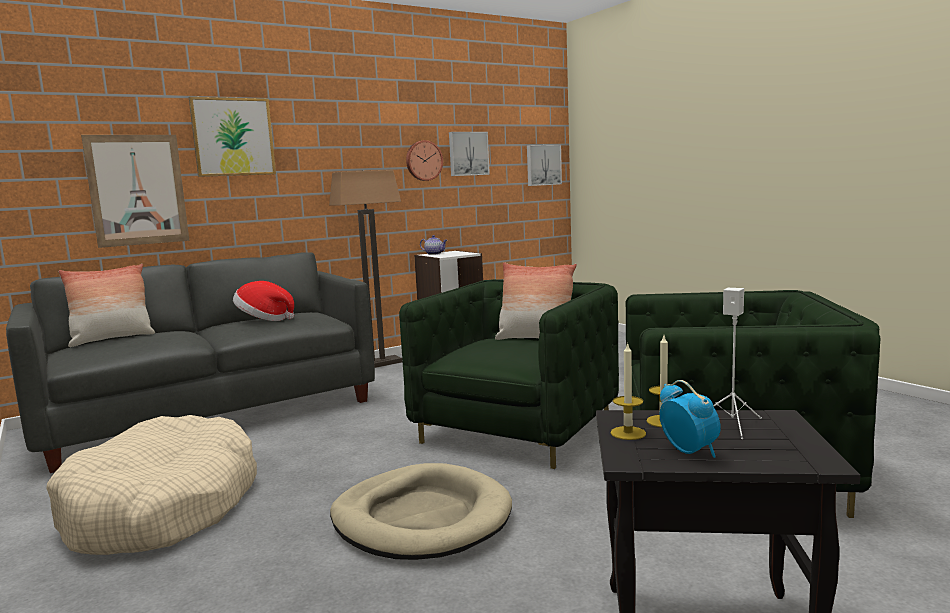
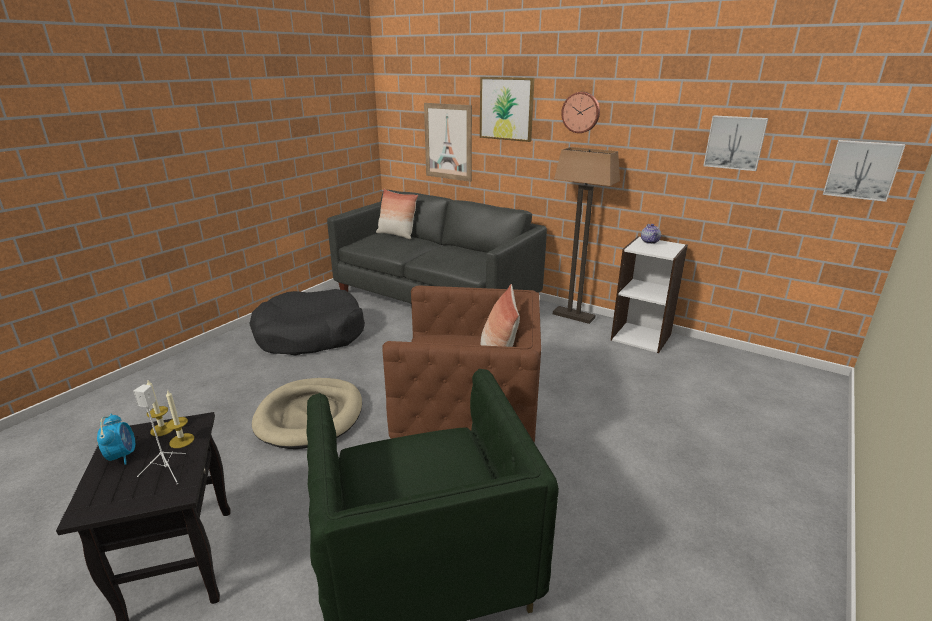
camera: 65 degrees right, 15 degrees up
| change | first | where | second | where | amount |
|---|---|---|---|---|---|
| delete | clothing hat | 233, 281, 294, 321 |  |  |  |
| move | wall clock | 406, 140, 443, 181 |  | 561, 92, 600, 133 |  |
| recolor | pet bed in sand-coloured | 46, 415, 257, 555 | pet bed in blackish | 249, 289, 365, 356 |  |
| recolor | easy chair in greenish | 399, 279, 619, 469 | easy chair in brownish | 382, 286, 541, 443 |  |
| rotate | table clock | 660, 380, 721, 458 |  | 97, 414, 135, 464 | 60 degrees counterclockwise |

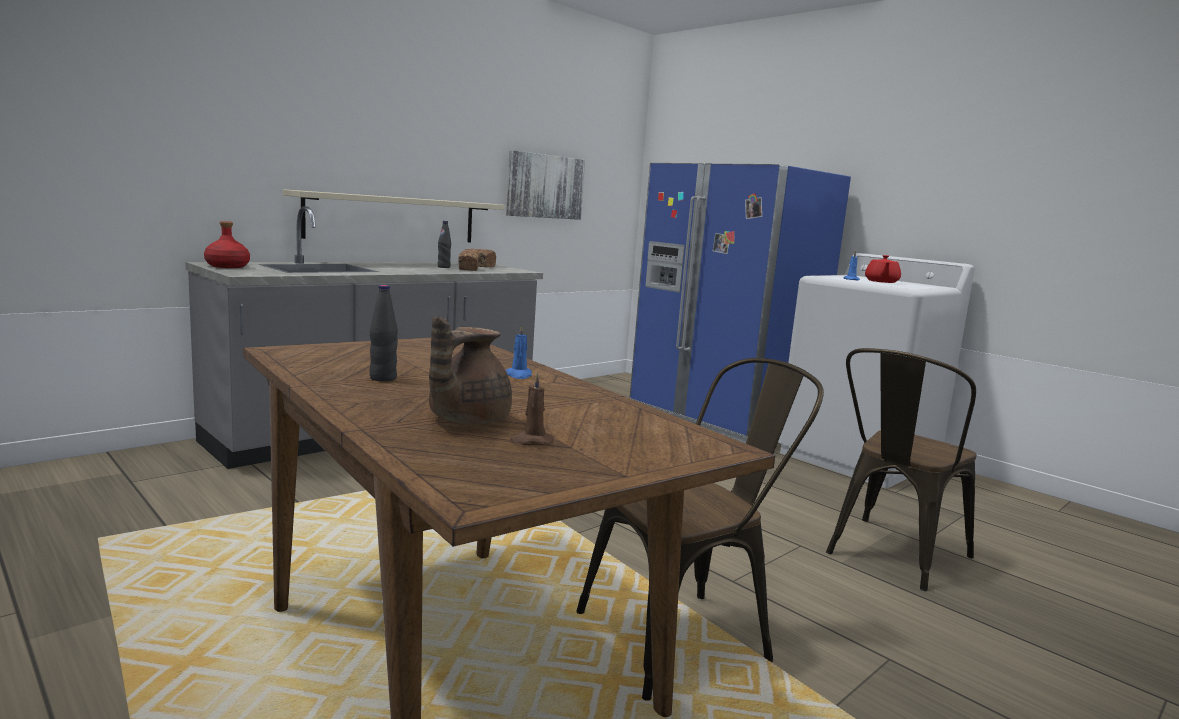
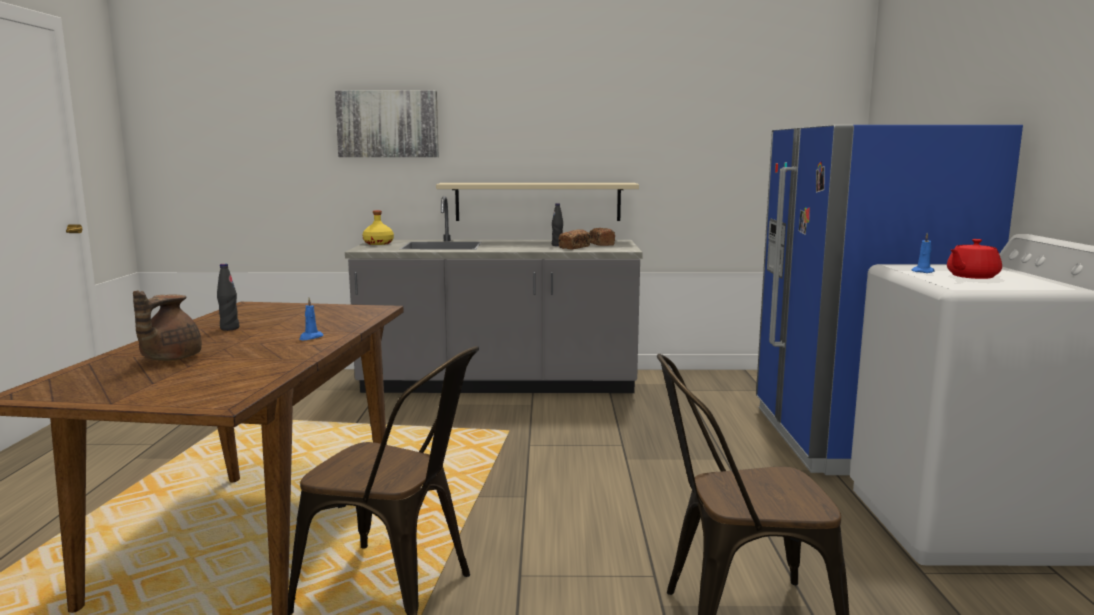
camera: 45 degrees right, 0 degrees up
| change | first | where | second | where | amount |
|---|---|---|---|---|---|
| delete | wax candle in brownish | 509, 372, 554, 445 |  |  |  |
| move | picture | 506, 150, 585, 220 |  | 335, 91, 439, 157 |  |
| recolor | bottle in reddish | 204, 221, 250, 268 | bottle in yellow-coloured | 362, 210, 394, 245 |  |
| rotate | tea pot in brownish | 429, 317, 512, 425 |  | 133, 290, 202, 361 | 60 degrees counterclockwise |

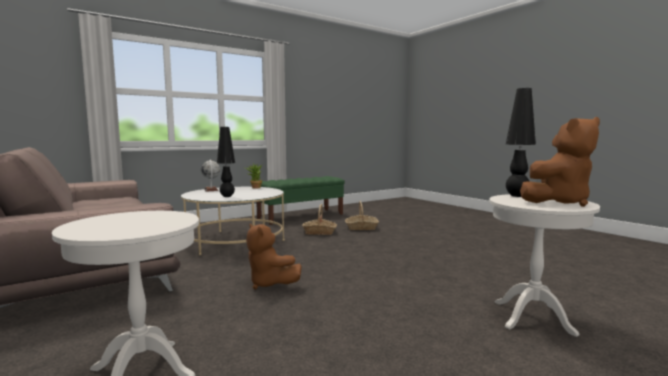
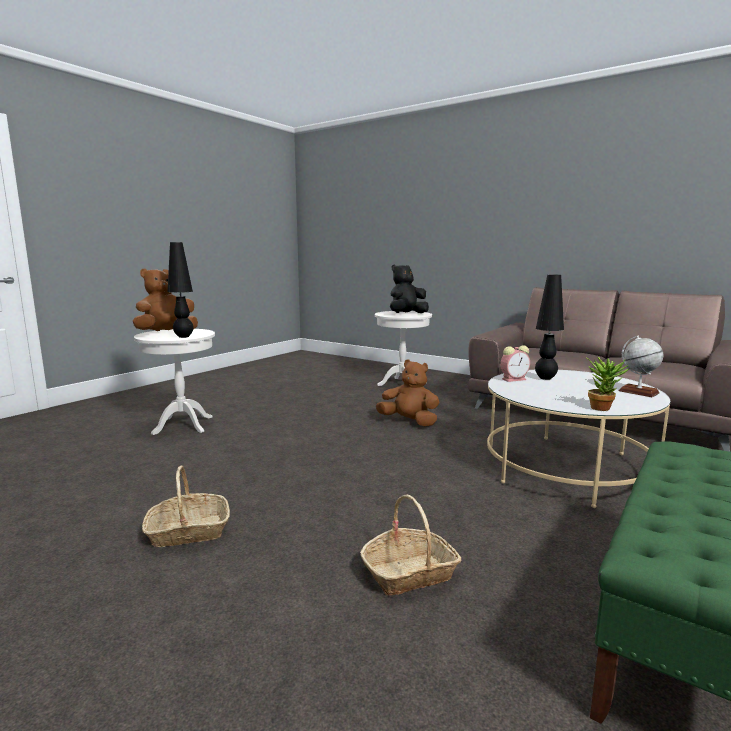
camera: 160 degrees right, 5 degrees up
| change | first | where | second | where | amount |
|---|---|---|---|---|---|
| insert |  |  | soft toy in blackish | 390, 264, 429, 313 |  |
| insert |  |  | table clock | 500, 345, 530, 382 |  |
| move | basket | 302, 204, 337, 235 |  | 142, 466, 230, 547 |  |

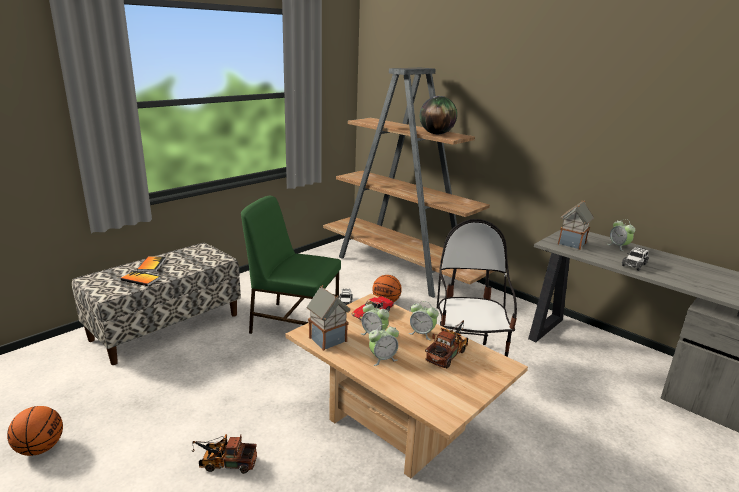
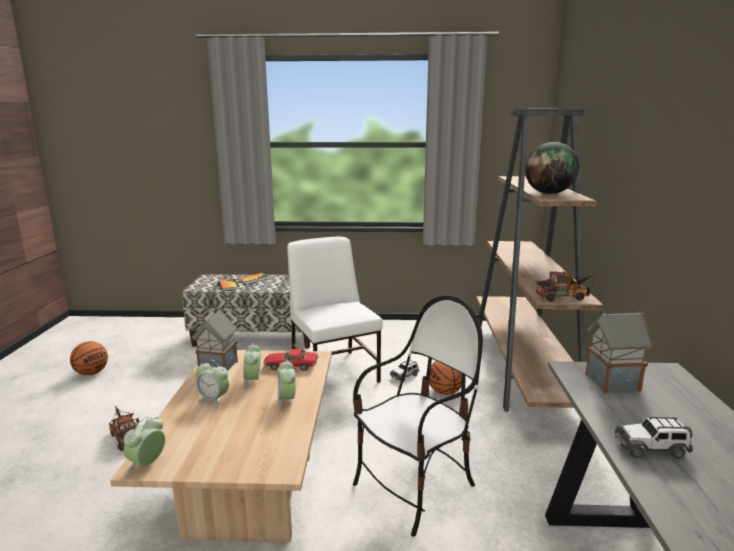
camera: 50 degrees right, 5 degrees down
| change | first | where | second | where | amount |
|---|---|---|---|---|---|
| move | model truck | 425, 320, 468, 369 |  | 535, 271, 594, 302 |  |
| move | table clock | 608, 219, 635, 251 |  | 123, 417, 165, 472 |  |
| recolor | plain chair in greenish | 241, 196, 341, 334 | plain chair in whitish | 287, 237, 383, 383 |  |

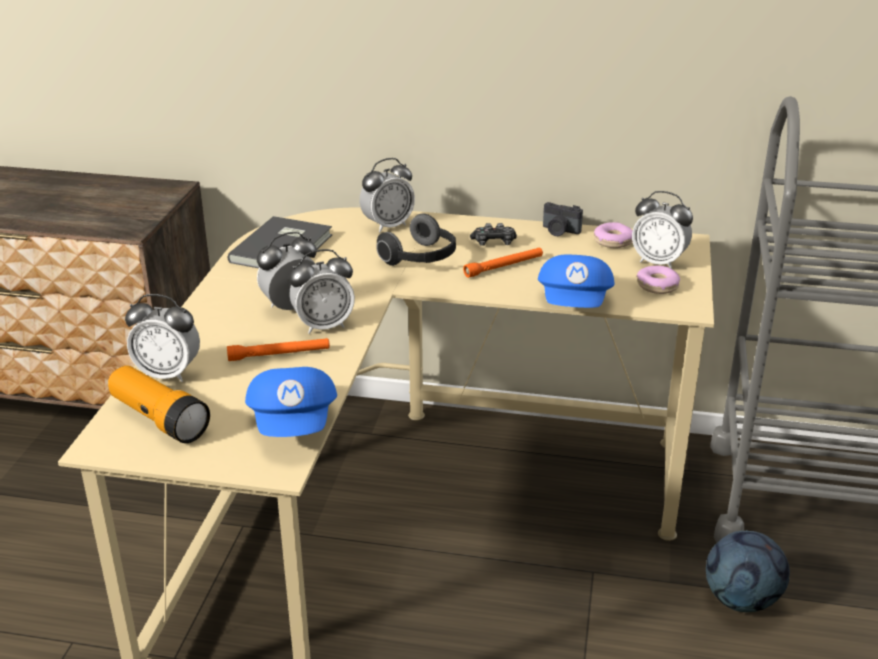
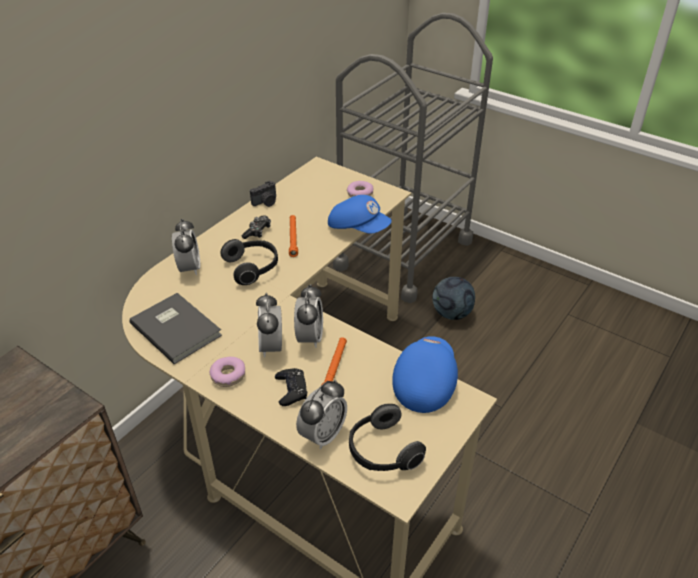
camera: 65 degrees left, 10 degrees up
| change | first | where | second | where | amount |
|---|---|---|---|---|---|
| delete | table clock | 632, 191, 693, 269 |  |  |  |
| insert |  |  | game controller in blackish | 275, 368, 307, 406 |  |
| move | ring doughnut | 594, 222, 633, 248 |  | 210, 357, 245, 387 |  |
| replace | hand torch | 108, 365, 210, 443 | headphones | 349, 404, 426, 471 |  |
| rotate | peaked cap in blue-coloured | 245, 367, 337, 437 |  | 392, 336, 458, 413 | 90 degrees counterclockwise |

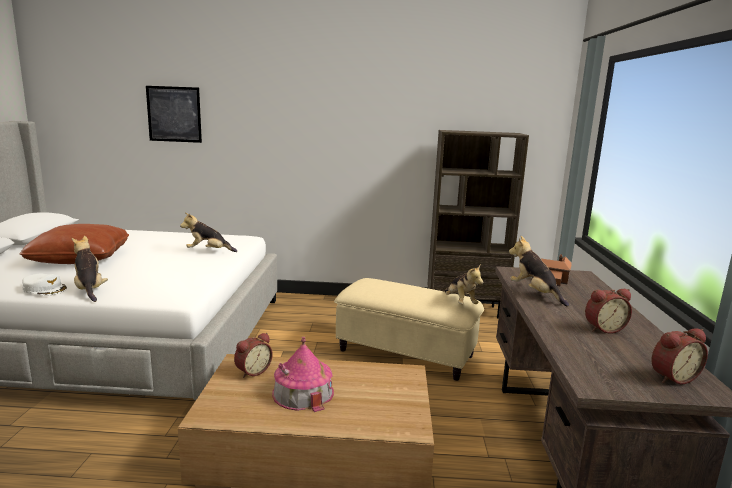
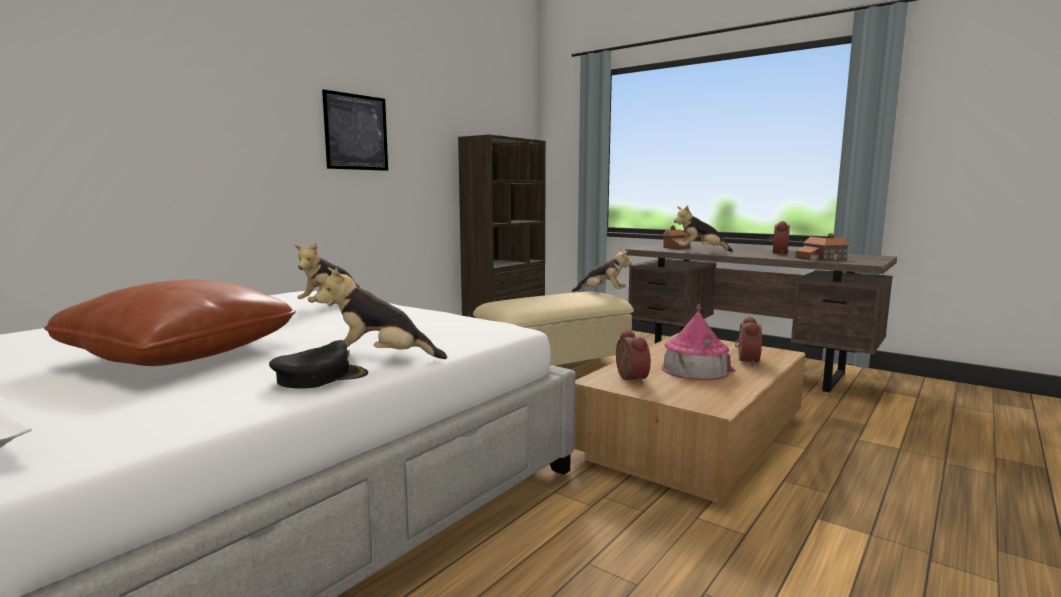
camera: 55 degrees left, 5 degrees down
| change | first | where | second | where | amount |
|---|---|---|---|---|---|
| insert |  |  | model house | 795, 233, 850, 261 |  |
| move | picture | 146, 86, 202, 143 |  | 322, 89, 388, 171 |  |
| move | table clock | 651, 328, 708, 384 |  | 735, 316, 762, 365 |  |
| recolor | peaked cap in whitish | 22, 274, 67, 295 | peaked cap in blackish | 269, 340, 368, 389 |  |

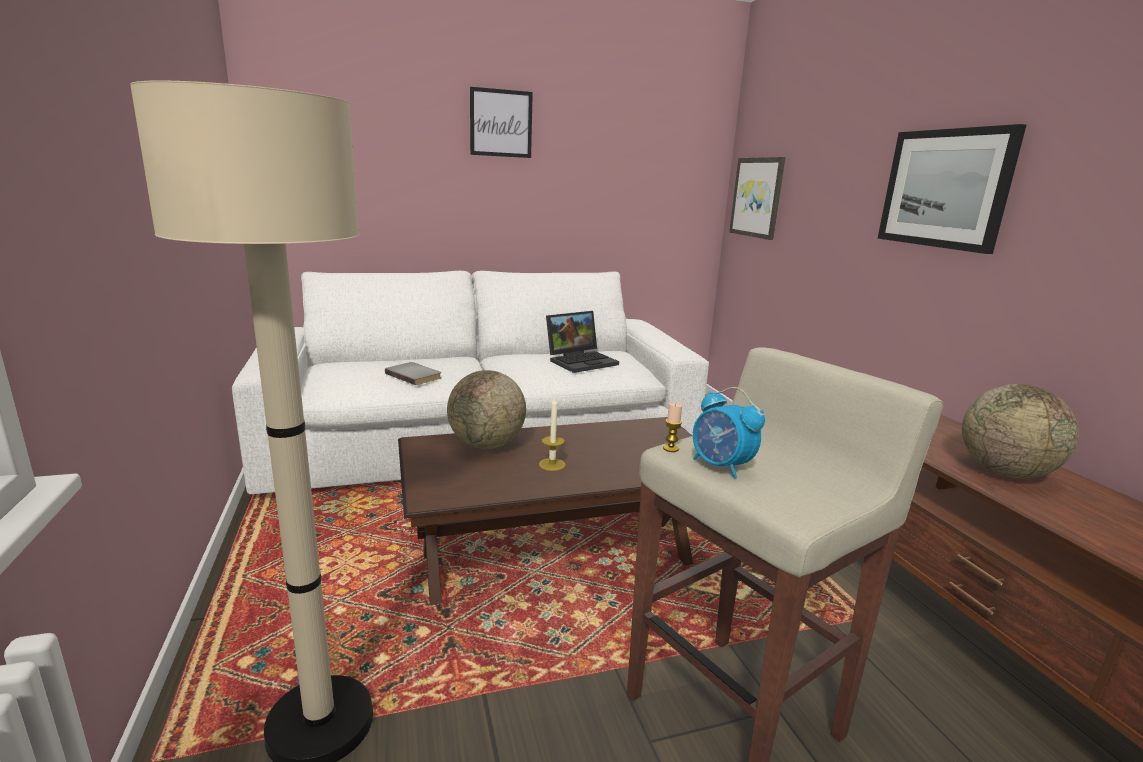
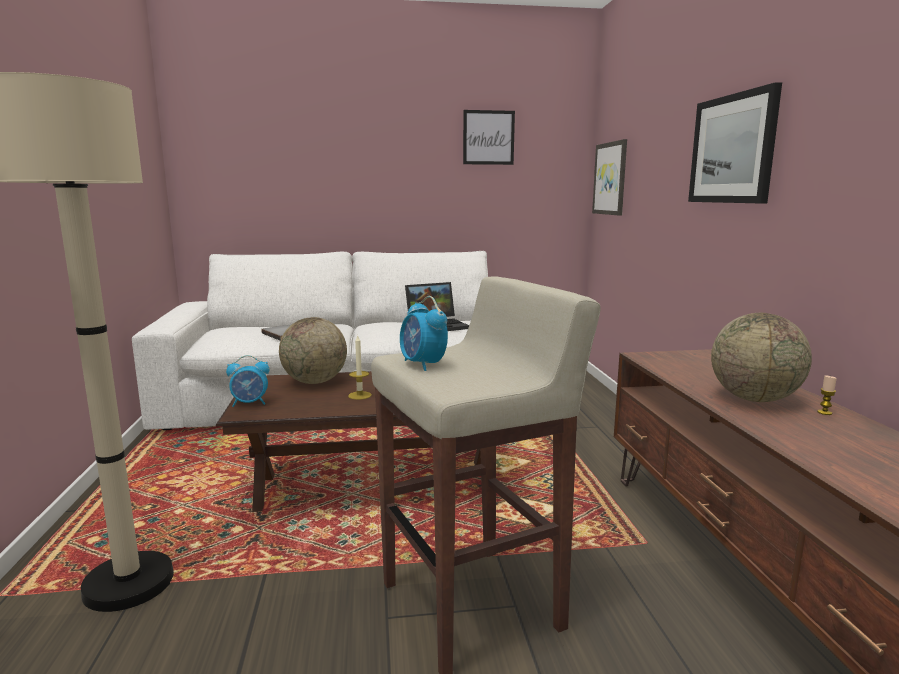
camera: 10 degrees right, 5 degrees down
| change | first | where | second | where | amount |
|---|---|---|---|---|---|
| insert |  |  | table clock | 226, 355, 269, 407 |  |
| move | picture | 470, 87, 533, 158 |  | 463, 110, 515, 165 |  |
| move | wax candle | 663, 403, 682, 452 |  | 817, 376, 837, 415 |  |

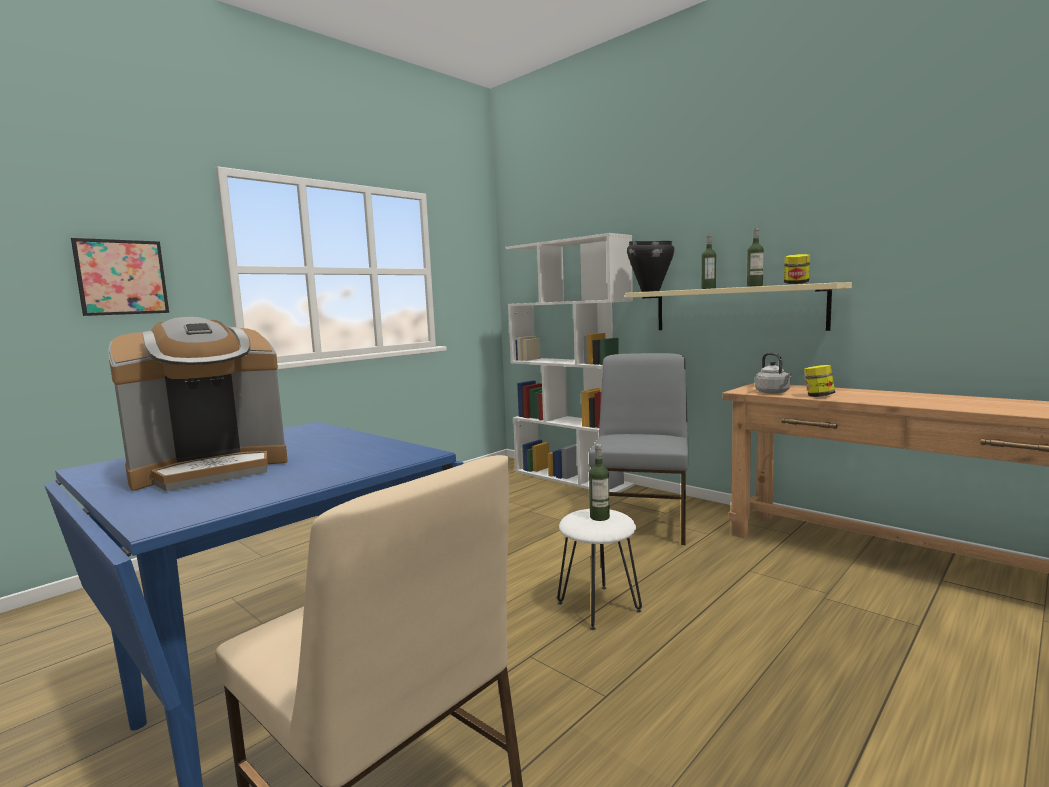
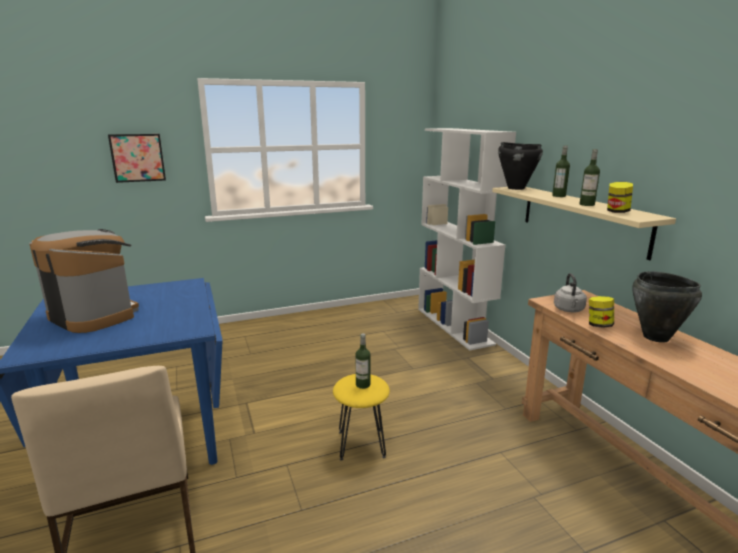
camera: 25 degrees right, 10 degrees up
| change | first | where | second | where | amount |
|---|---|---|---|---|---|
| delete | plain chair in greyish | 589, 353, 688, 545 |  |  |  |
| insert |  |  | cooking pot in blackish | 632, 271, 702, 343 |  |
| recolor | stool seat in whitish | 557, 509, 642, 630 | stool seat in yellow-coloured | 333, 374, 390, 461 |  |
| rotate | coffee maker | 108, 317, 288, 491 |  | 29, 229, 139, 333 | 135 degrees counterclockwise |

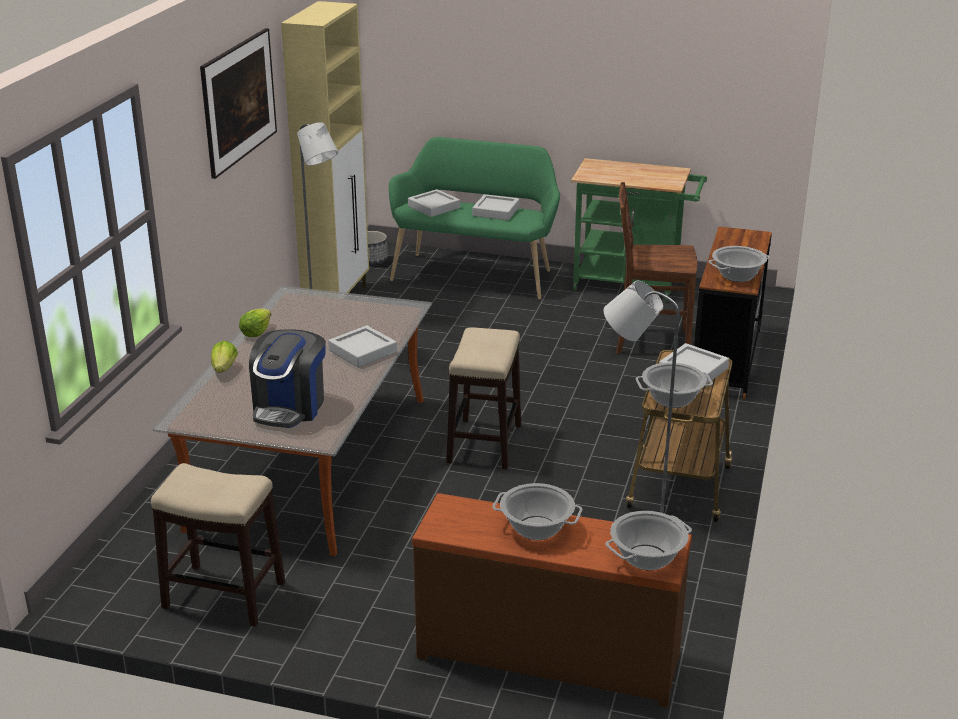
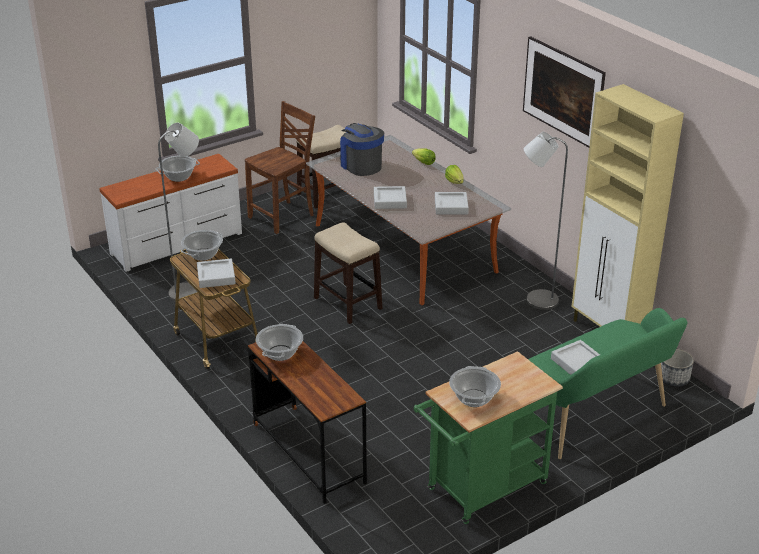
camera: 130 degrees right, 5 degrees up
| change | first | where | second | where | amount |
|---|---|---|---|---|---|
| move | carrying tray in greyish | 408, 189, 460, 217 |  | 435, 192, 469, 214 |  |
| move | cooking pot | 605, 511, 692, 570 |  | 449, 366, 501, 407 |  |
| move | plain chair in brownish | 616, 182, 697, 354 |  | 245, 101, 315, 234 |  |
| recolor | drawer chest in brownish | 412, 493, 692, 707 | drawer chest in whitish | 99, 154, 242, 272 |  |

